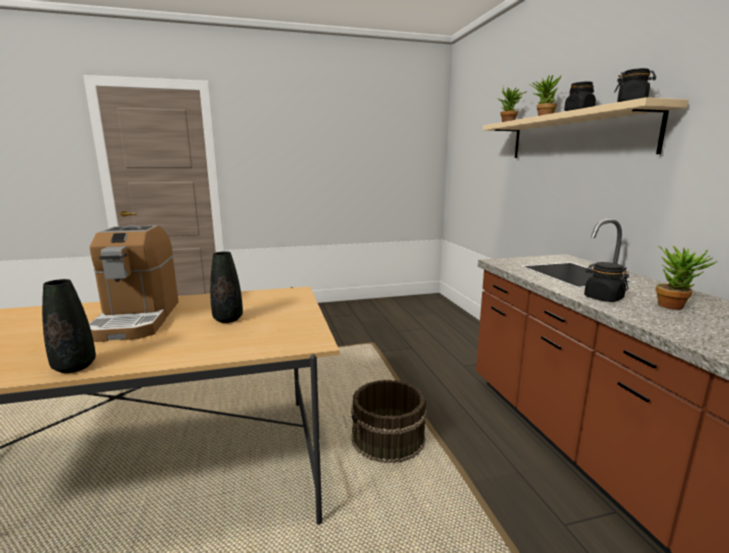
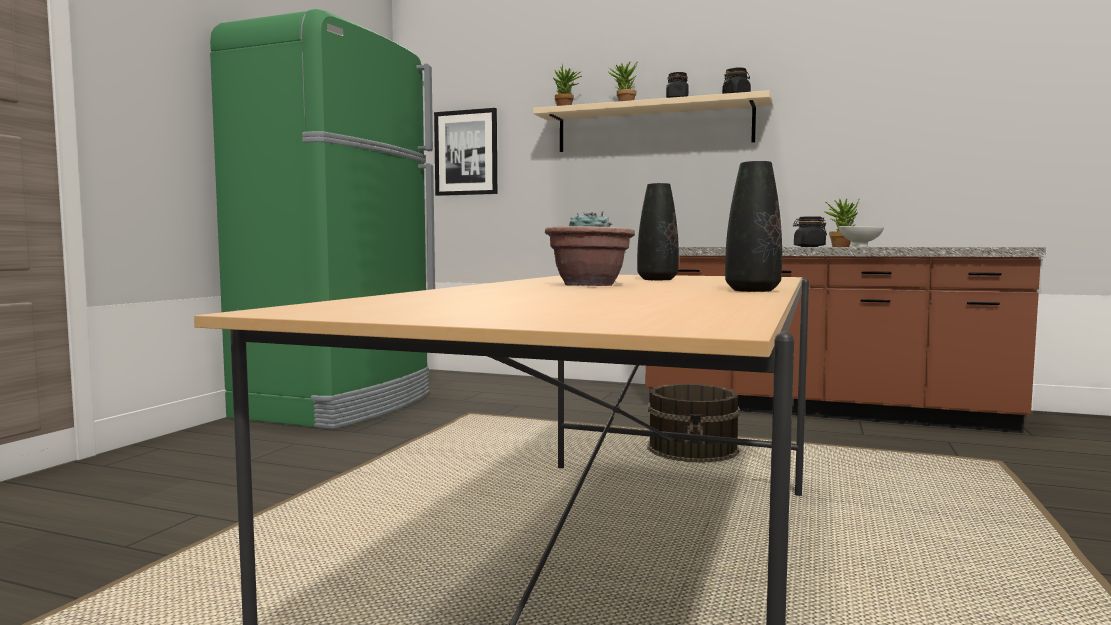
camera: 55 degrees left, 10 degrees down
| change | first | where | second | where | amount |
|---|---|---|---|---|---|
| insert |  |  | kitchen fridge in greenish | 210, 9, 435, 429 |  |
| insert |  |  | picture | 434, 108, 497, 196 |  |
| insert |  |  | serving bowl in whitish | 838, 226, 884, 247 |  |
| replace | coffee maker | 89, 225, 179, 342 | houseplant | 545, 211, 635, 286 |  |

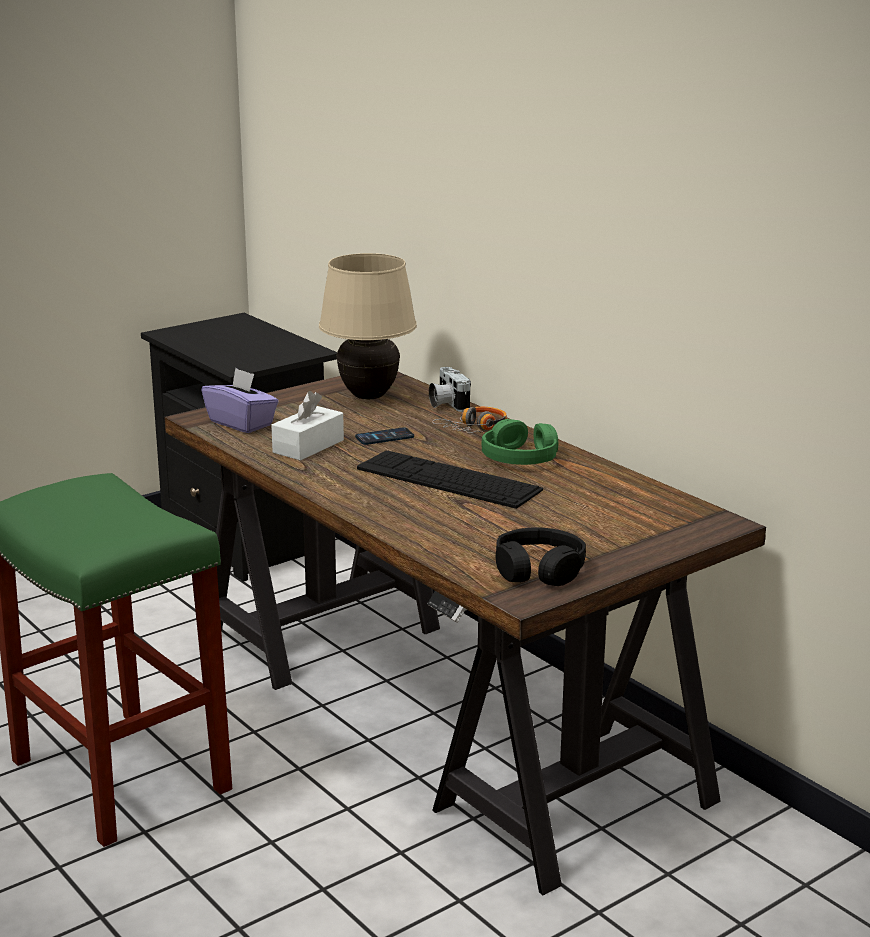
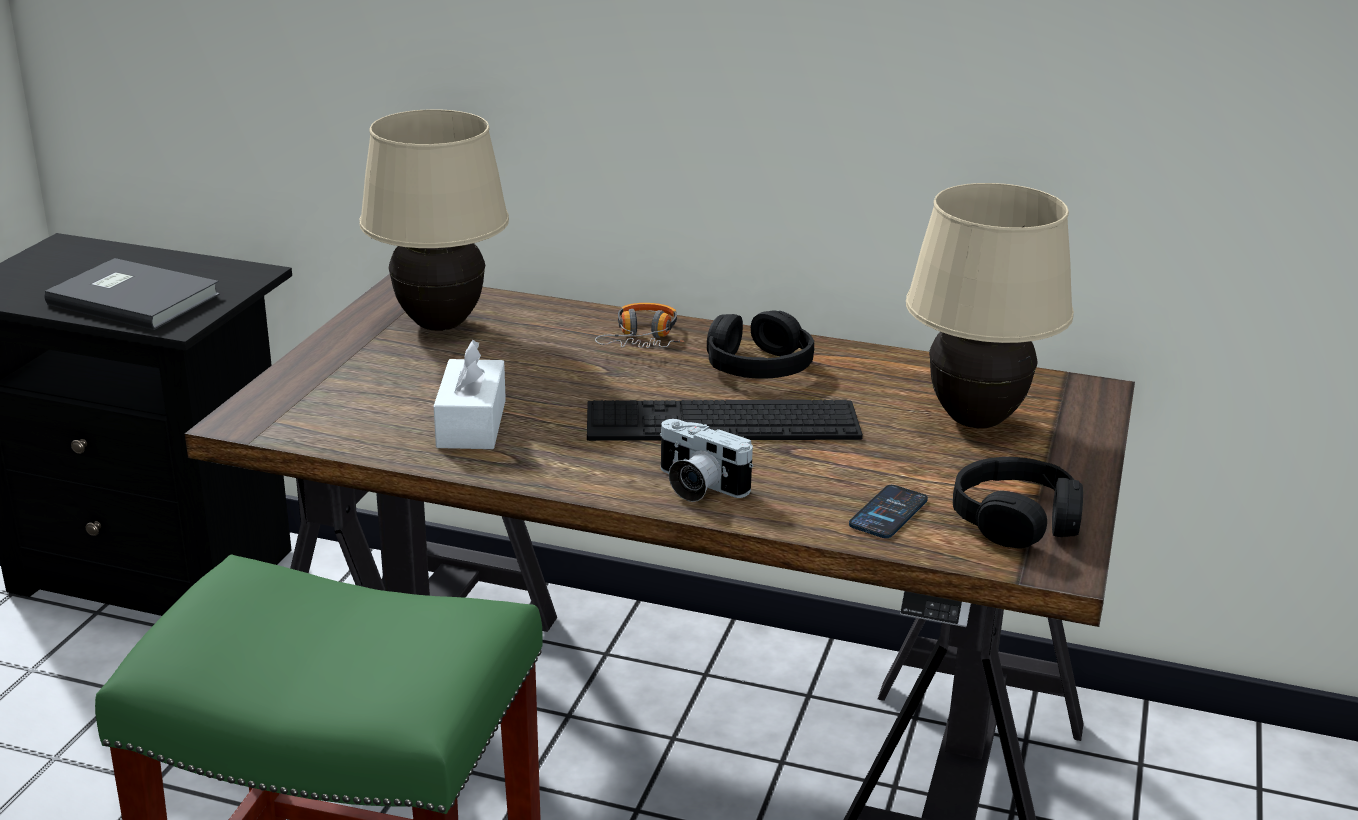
camera: 35 degrees left, 5 degrees up
| change | first | where | second | where | amount |
|---|---|---|---|---|---|
| delete | box of tissues in purple-coloured | 201, 368, 279, 433 |  |  |  |
| insert |  |  | volume in greyish | 45, 258, 220, 330 |  |
| insert |  |  | tabletop lamp in sand-coloured | 906, 183, 1074, 428 |  |
| move | handset | 355, 427, 414, 445 |  | 849, 485, 928, 538 |  |
| move | still camera | 429, 367, 471, 412 |  | 660, 419, 753, 502 |  |
| recolor | headphones in greenish | 481, 419, 558, 465 | headphones in blackish | 707, 310, 814, 379 |  |

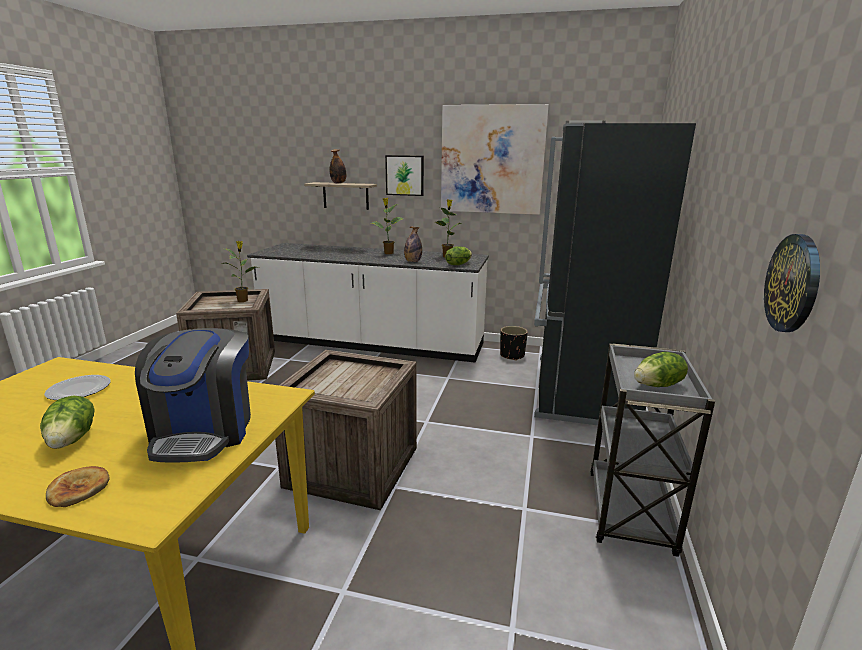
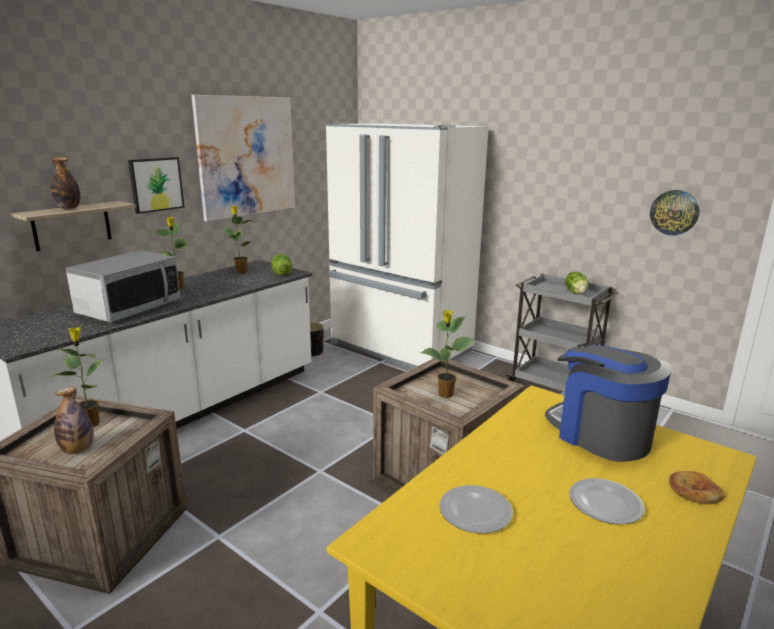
camera: 65 degrees left, 0 degrees up
| change | first | where | second | where | amount |
|---|---|---|---|---|---|
| insert |  |  | microwave | 66, 250, 180, 323 |  |
| insert |  |  | houseplant | 421, 310, 473, 398 |  |
| move | bottle | 404, 226, 422, 262 |  | 54, 387, 94, 454 |  |
| replace | head of lettuce | 40, 396, 94, 449 | plate | 569, 478, 645, 524 |  |
| recolor | kitchen fridge in blackish | 534, 121, 696, 425 | kitchen fridge in whitish | 325, 122, 489, 369 |  |
| rotate | coffee maker | 135, 328, 251, 463 |  | 545, 343, 671, 462 | 150 degrees counterclockwise |

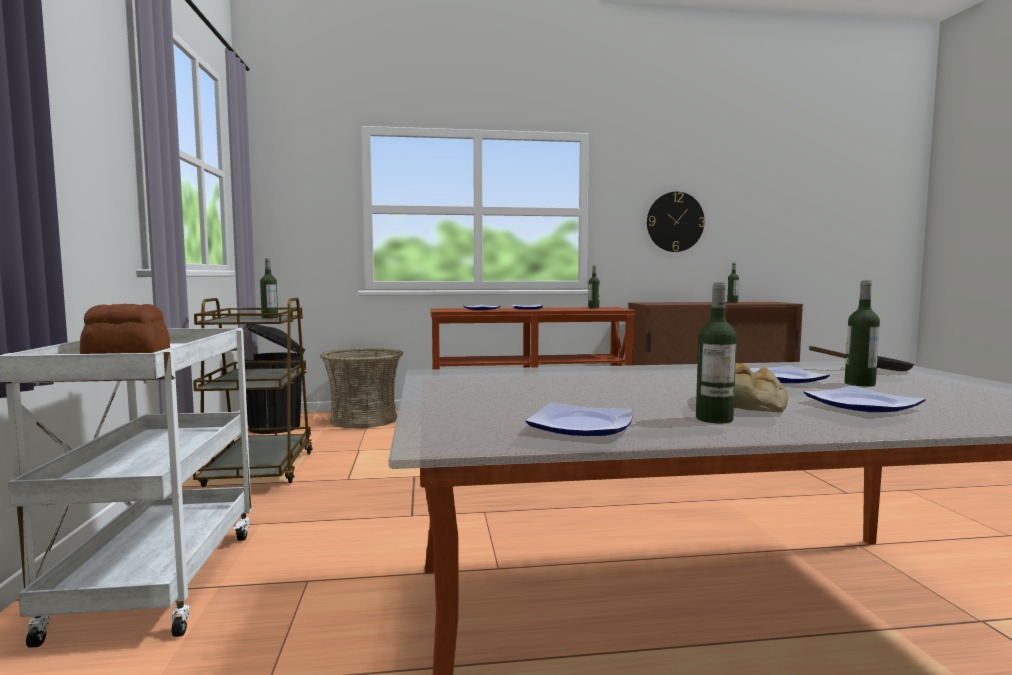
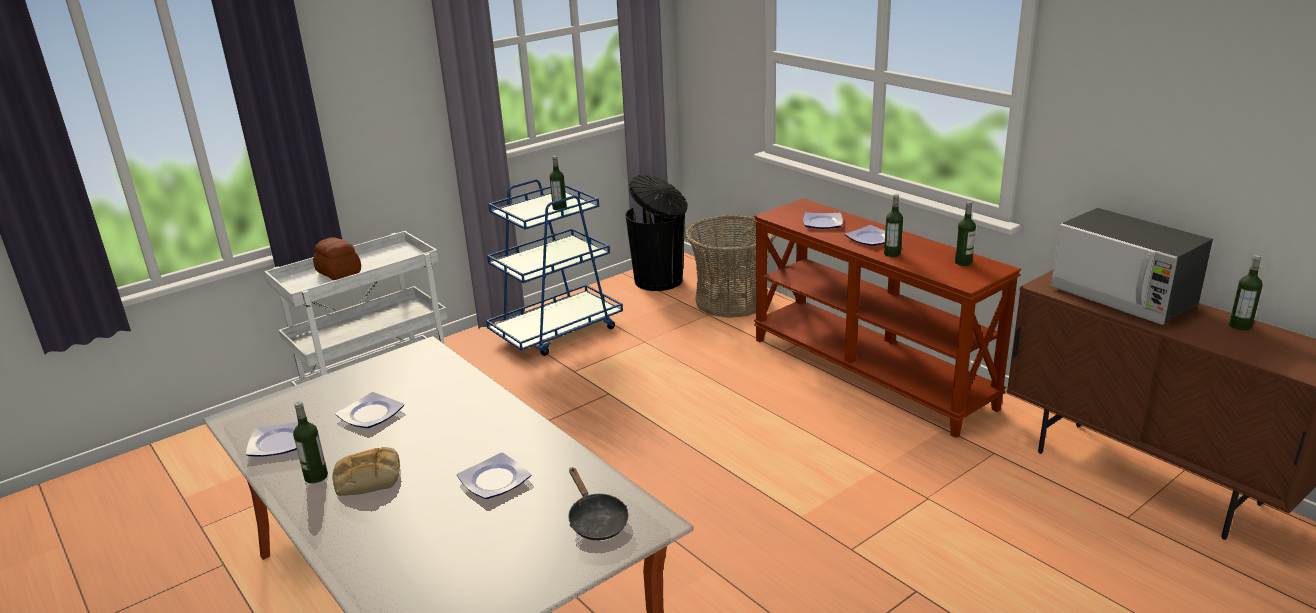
camera: 60 degrees right, 20 degrees up
| change | first | where | second | where | amount |
|---|---|---|---|---|---|
| delete | wall clock | 647, 192, 705, 252 |  |  |  |
| insert |  |  | microwave | 1051, 208, 1213, 325 |  |
| move | plate | 804, 386, 925, 412 |  | 335, 392, 404, 428 |  |
| move | bottle | 845, 281, 880, 387 |  | 884, 194, 903, 257 |  |
| recolor | cart in brownish | 193, 297, 313, 487 | cart in blue-coloured | 486, 179, 623, 356 |  |

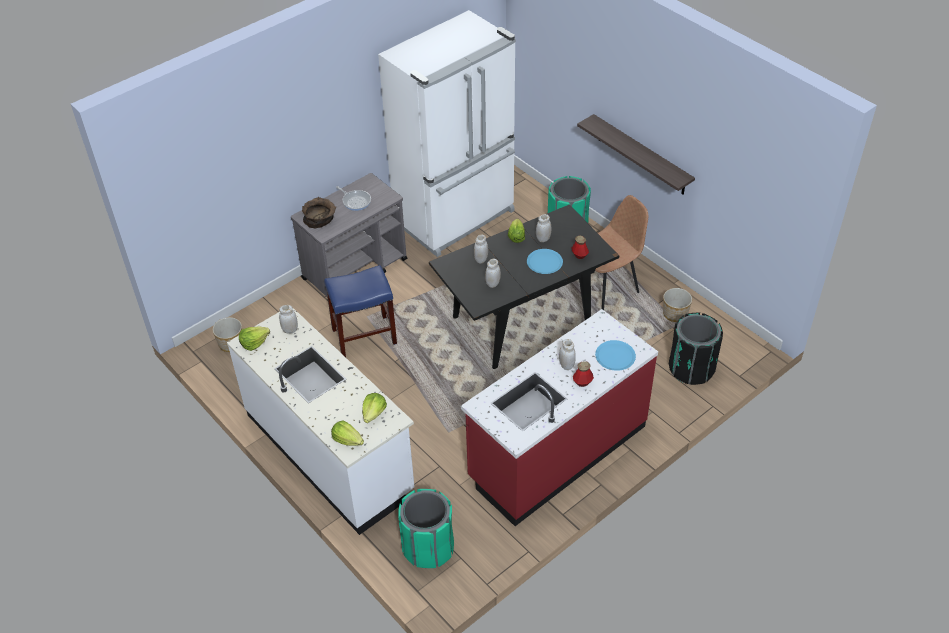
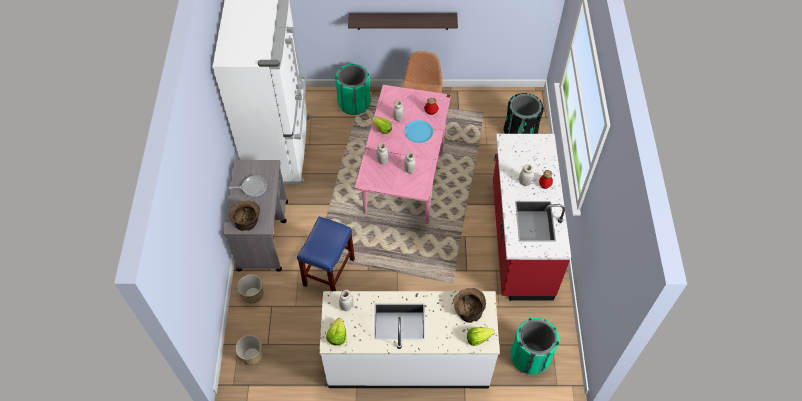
camera: 50 degrees left, 10 degrees up
| change | first | where | second | where | amount |
|---|---|---|---|---|---|
| delete | plate in blue-coloured | 595, 340, 636, 371 |  |  |  |
| move | plant pot | 663, 288, 692, 322 |  | 237, 274, 263, 304 |  |
| replace | head of lettuce | 362, 393, 387, 423 | serving bowl in brownish | 453, 288, 486, 323 |  |
| recolor | dining table in blackish | 429, 204, 619, 369 | dining table in pinkish | 354, 85, 451, 224 |  |

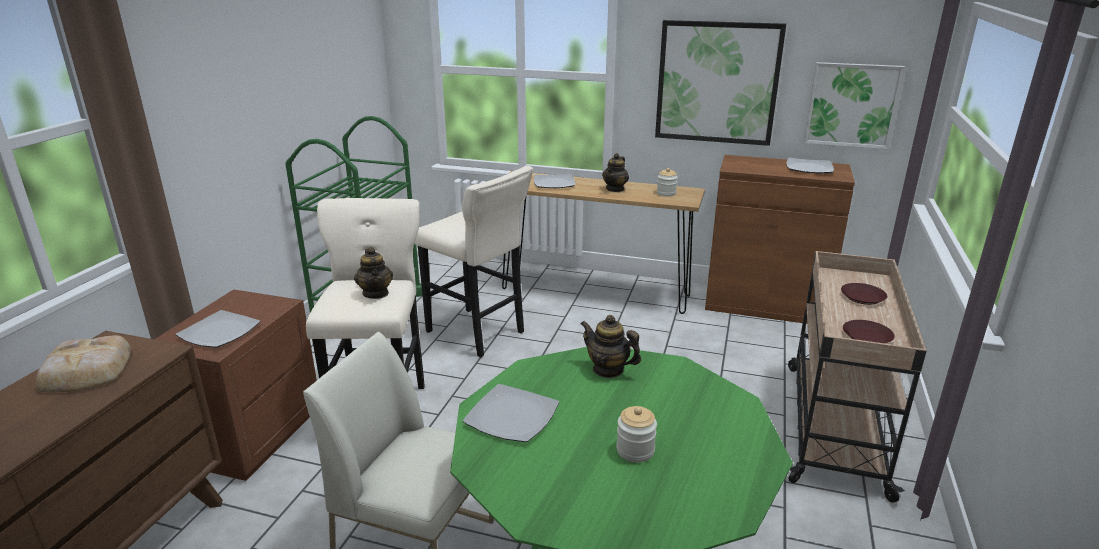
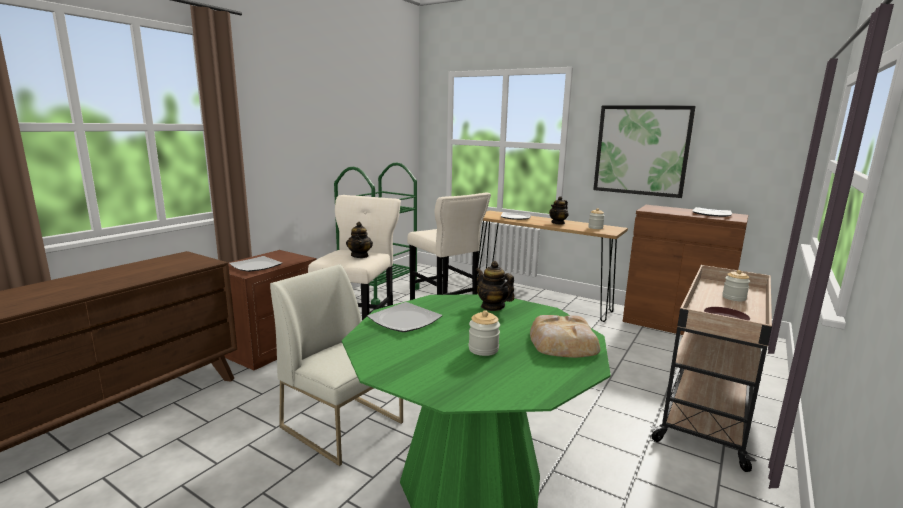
camera: 15 degrees right, 10 degrees down
| change | first | where | second | where | amount |
|---|---|---|---|---|---|
| delete | picture | 804, 62, 905, 149 |  |  |  |
| move | baked bread | 36, 335, 131, 392 |  | 530, 315, 600, 358 |  |
| replace | plate in brownish | 841, 283, 887, 305 | jar | 722, 270, 750, 301 |  |

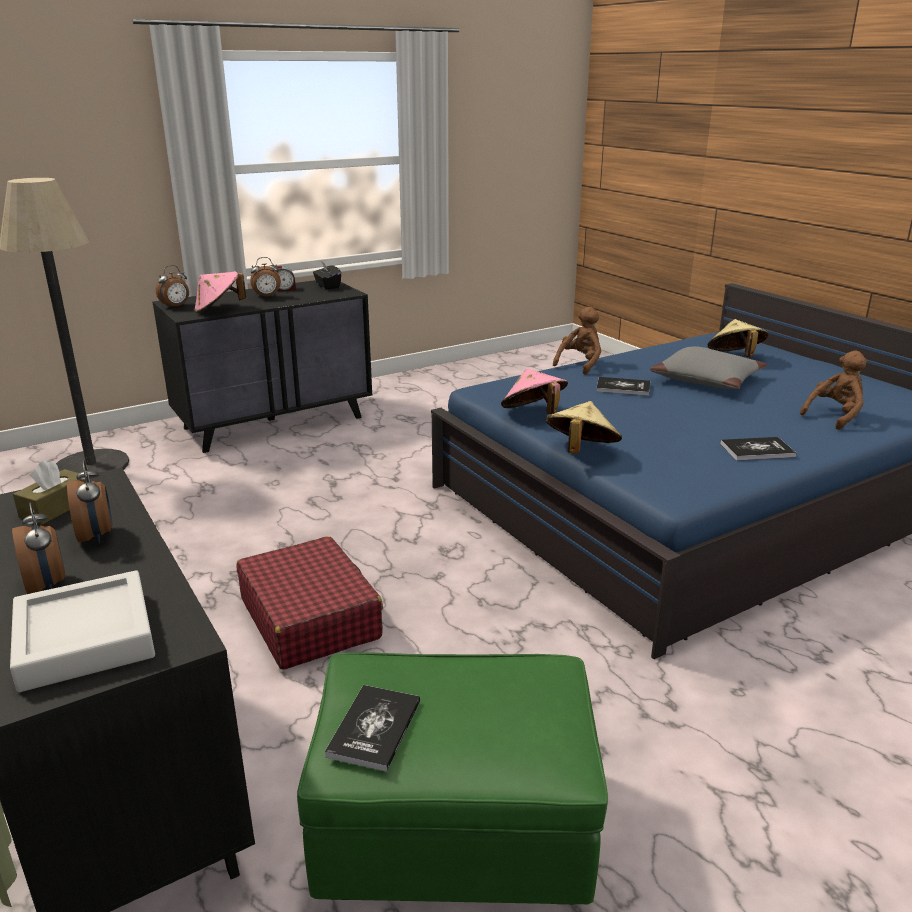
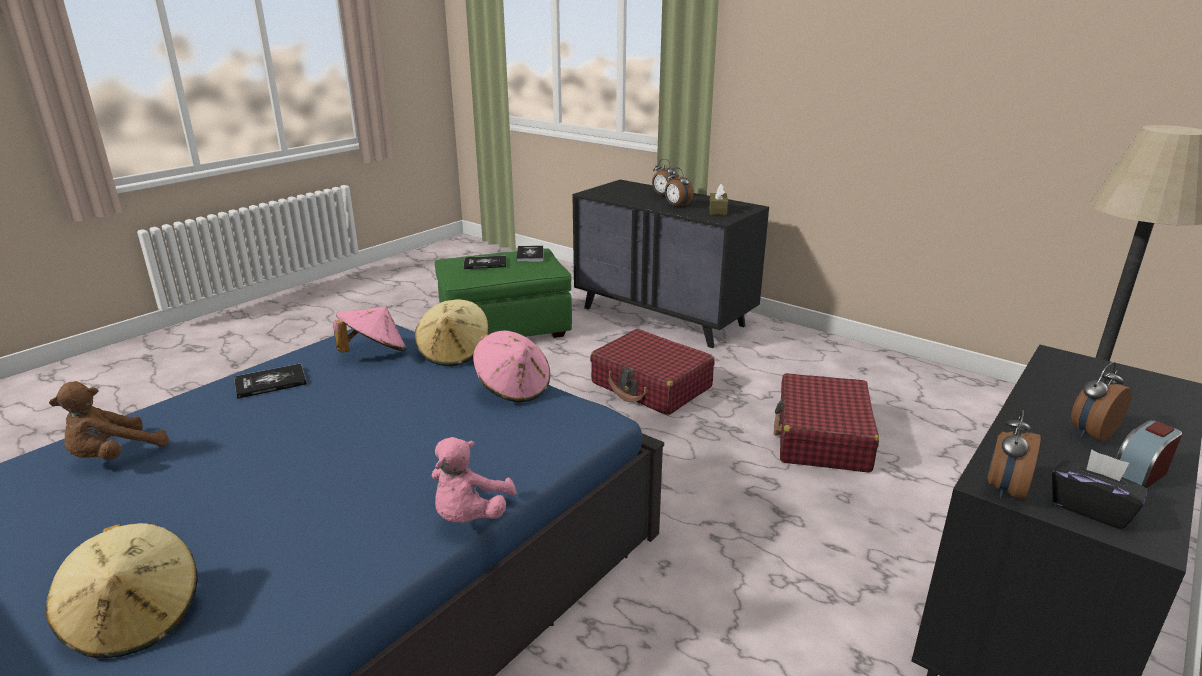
camera: 160 degrees right, 0 degrees up
| change | first | where | second | where | amount |
|---|---|---|---|---|---|
| delete | carrying tray in greyish | 10, 570, 155, 692 |  |  |  |
| delete | pillow in greyish | 650, 346, 767, 389 |  |  |  |
| insert |  |  | piece of luggage in reddish | 774, 373, 879, 473 |  |
| move | table clock | 156, 265, 189, 309 |  | 987, 410, 1041, 500 |  |
| move | clothing hat in pinkish | 195, 271, 246, 314 |  | 333, 306, 406, 353 |  |
| move | volume | 596, 377, 650, 396 |  | 464, 256, 506, 269 |  |
| recolor | soft toy in brownish | 553, 307, 601, 375 | soft toy in pinkish | 432, 437, 517, 523 |  |

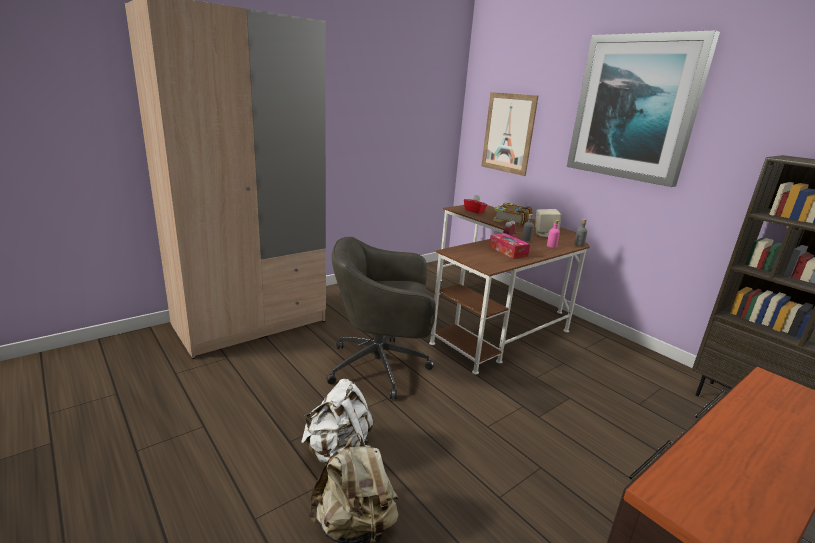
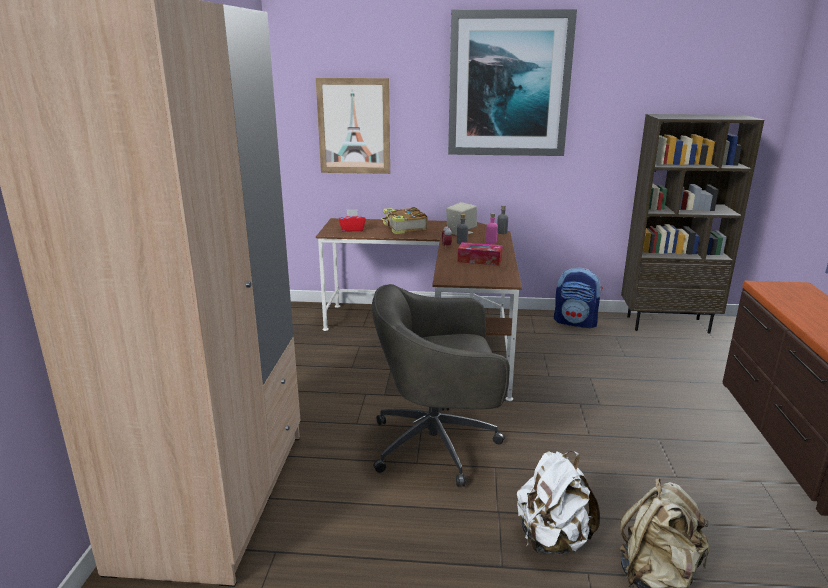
camera: 45 degrees left, 0 degrees up
| change | first | where | second | where | amount |
|---|---|---|---|---|---|
| insert |  |  | backpack | 554, 268, 603, 329 |  |
| rotate | office chair in greyish | 326, 237, 436, 399 |  | 372, 284, 510, 487 | 45 degrees clockwise |

